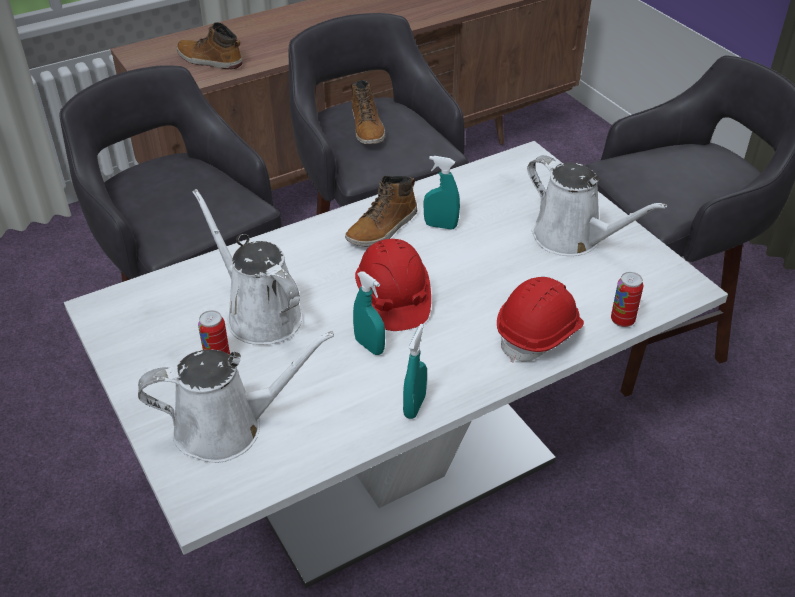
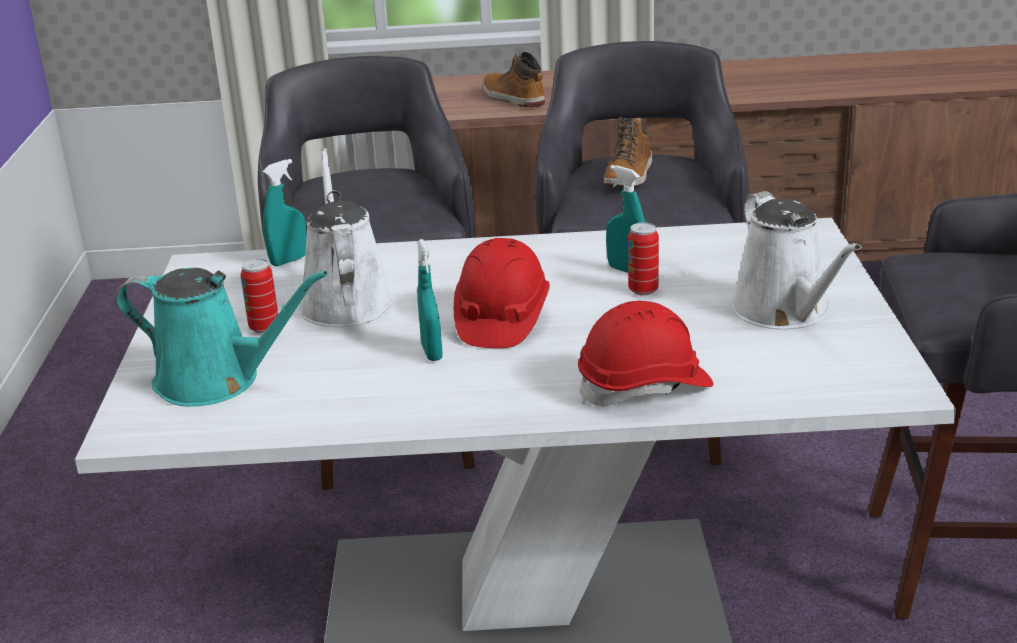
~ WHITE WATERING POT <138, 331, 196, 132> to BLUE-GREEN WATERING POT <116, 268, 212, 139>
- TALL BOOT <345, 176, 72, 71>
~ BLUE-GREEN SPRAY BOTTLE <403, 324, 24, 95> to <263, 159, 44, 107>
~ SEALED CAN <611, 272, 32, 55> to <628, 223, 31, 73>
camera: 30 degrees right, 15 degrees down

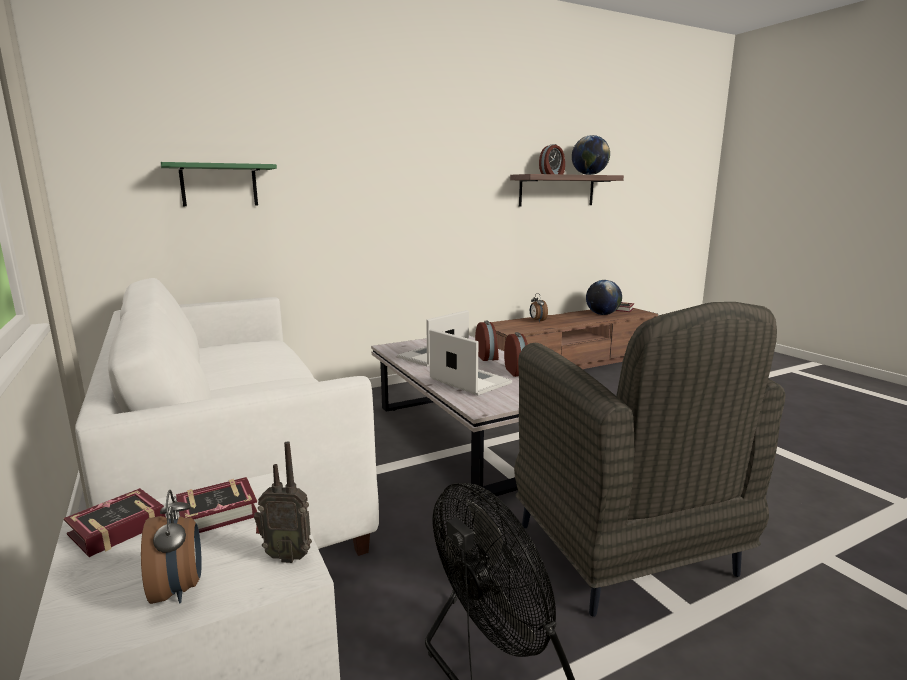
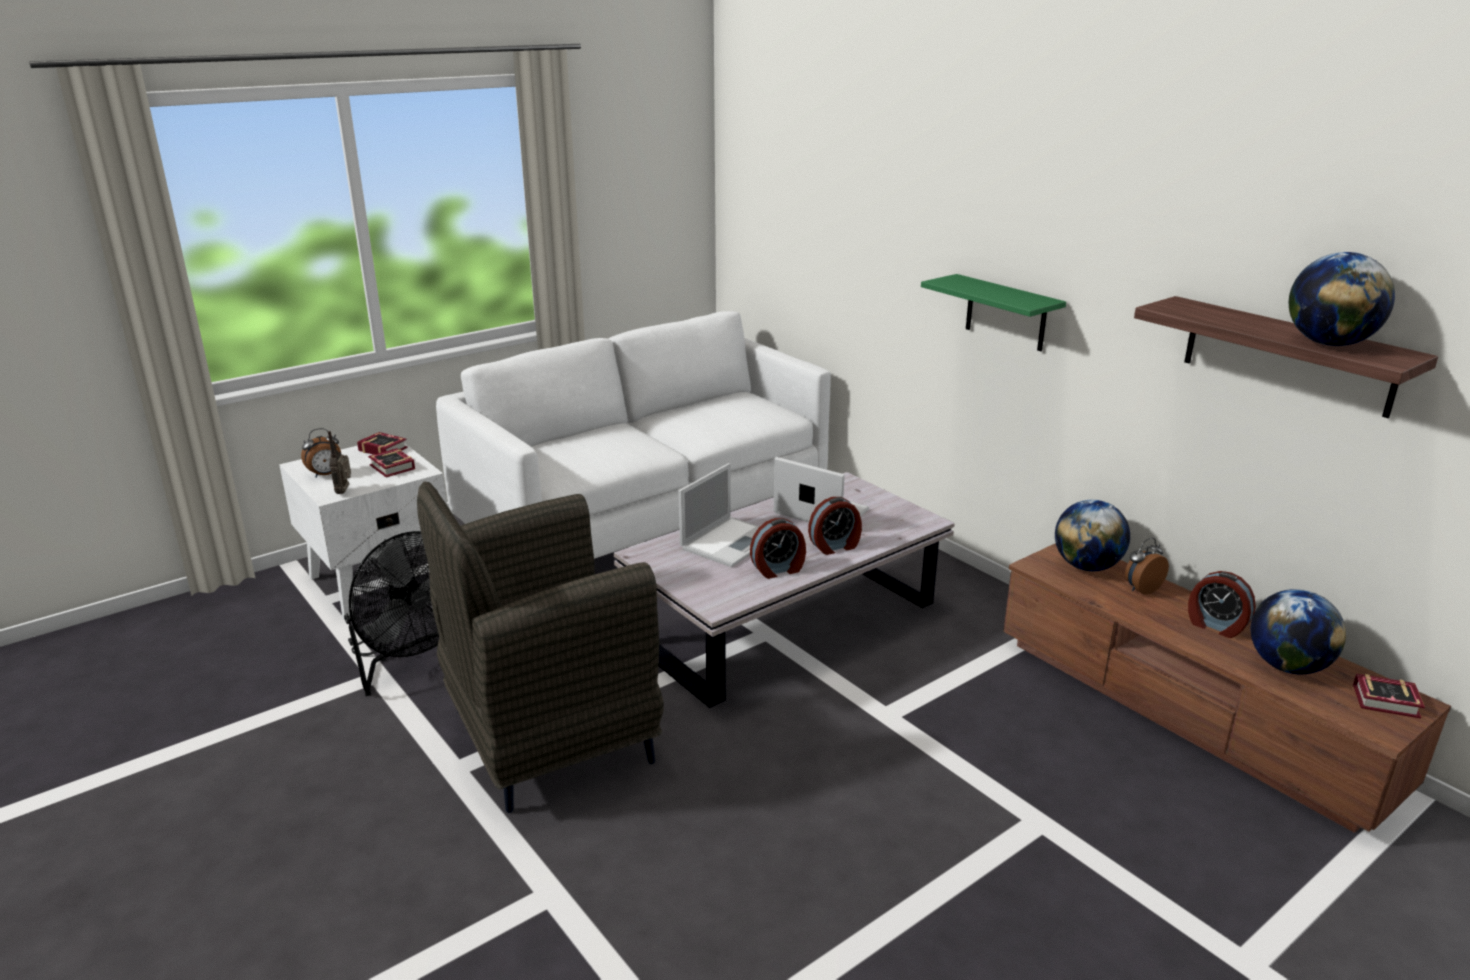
~ GREEN WALL SHELF <160, 162, 117, 44> to <921, 274, 145, 77>
~ TABLE CLOCK <539, 144, 26, 30> to <1188, 571, 68, 67>
+ GLOBE <1055, 500, 75, 71>
camera: 80 degrees right, 10 degrees up

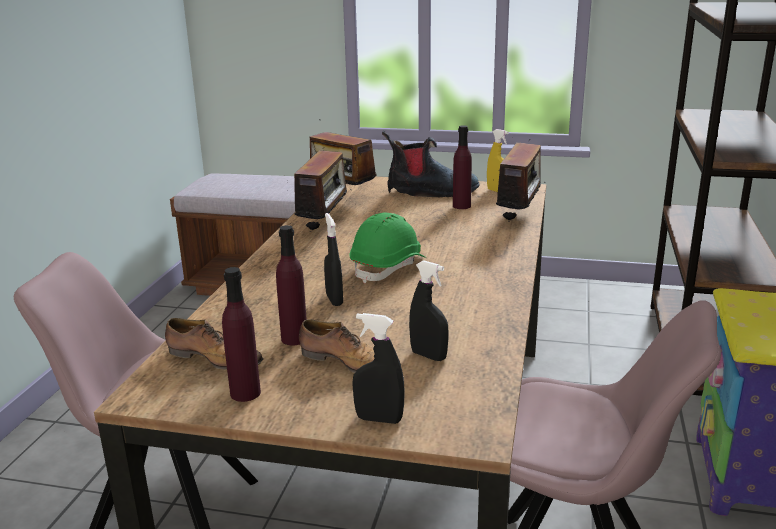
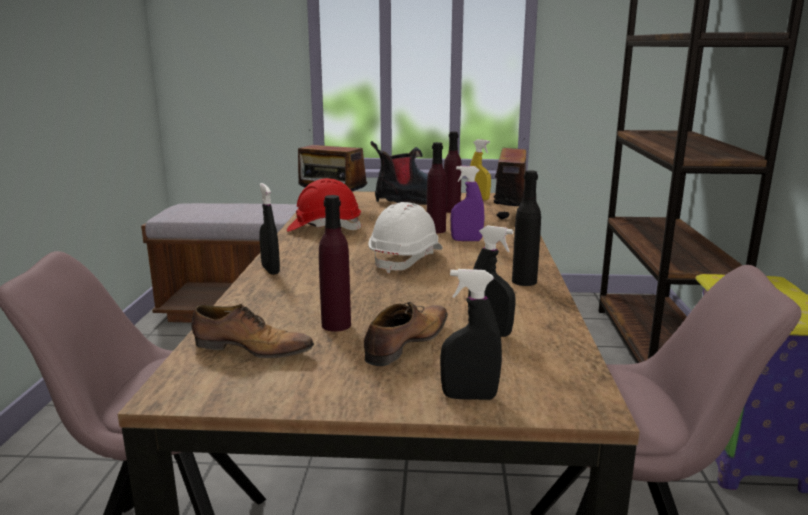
~ PURPLISH BEVERAGE BOTTLE <222, 267, 39, 135> to <427, 142, 20, 91>
~ RADIO <294, 147, 57, 85> to RED HARD HAT <287, 178, 75, 54>
~ SHOE <299, 319, 102, 54> = <364, 302, 84, 64> 75 degrees counterclockwise
~ BLACKISH SPRAY BOTTLE <324, 213, 19, 93> to <259, 183, 21, 92>
~ GREEN HARD HAT <350, 213, 76, 71> to WHITE HARD HAT <368, 202, 75, 72>
+ PURPLISH SPRAY BOTTLE <451, 166, 33, 75>
+ BLACKISH BEVERAGE BOTTLE <512, 170, 29, 116>
camera: 10 degrees left, 5 degrees down

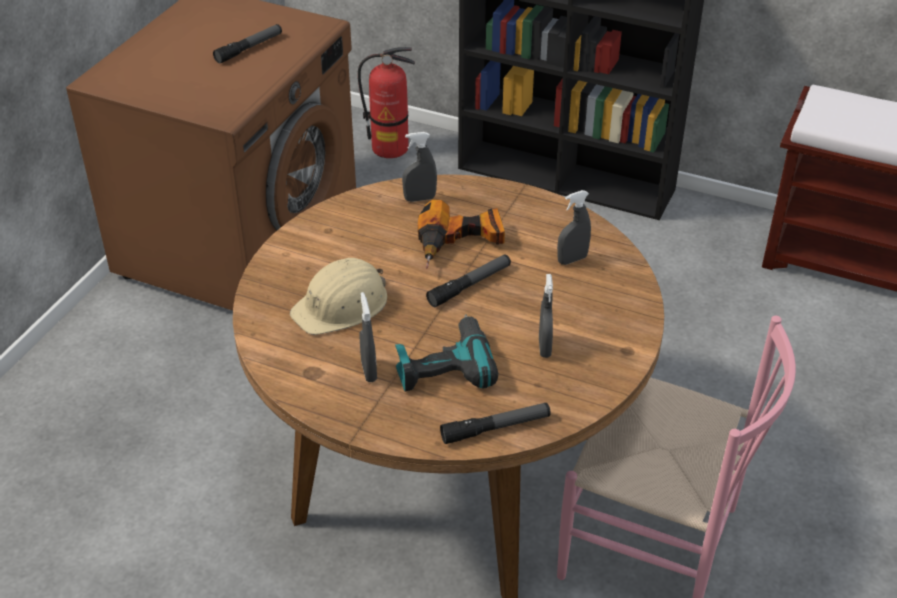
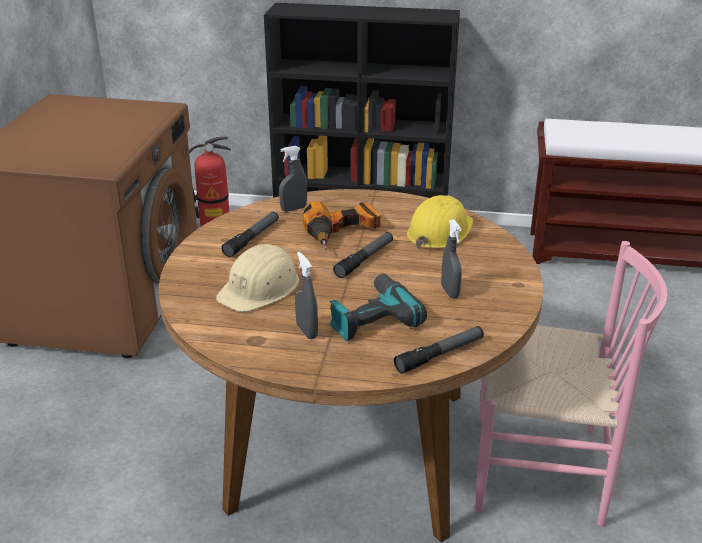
~ FLASHLIGHT <213, 24, 69, 40> to <222, 212, 57, 45>
~ GREY SPRAY BOTTLE <557, 190, 34, 75> to YELLOWISH HARD HAT <407, 195, 67, 54>
camera: 15 degrees left, 10 degrees down

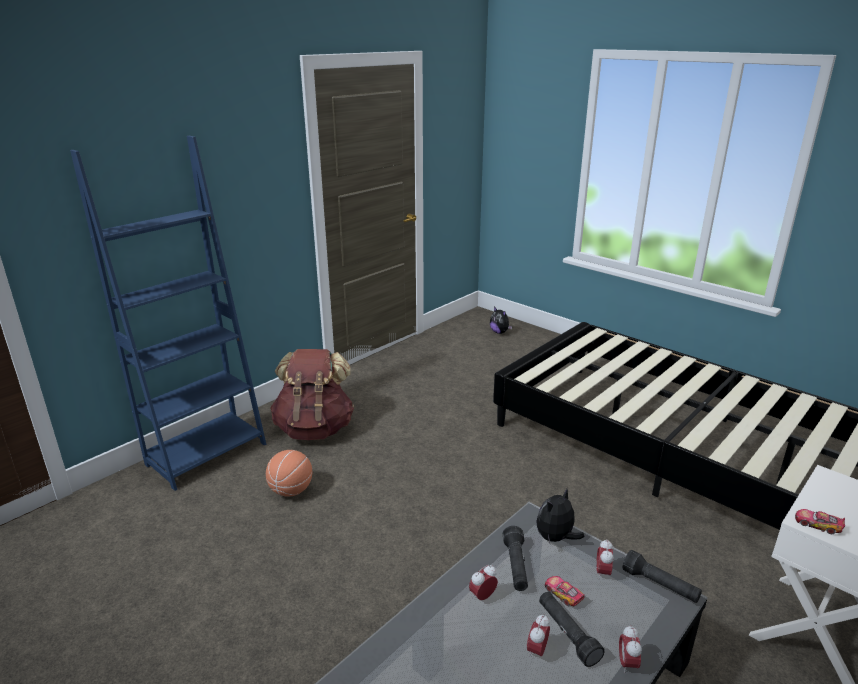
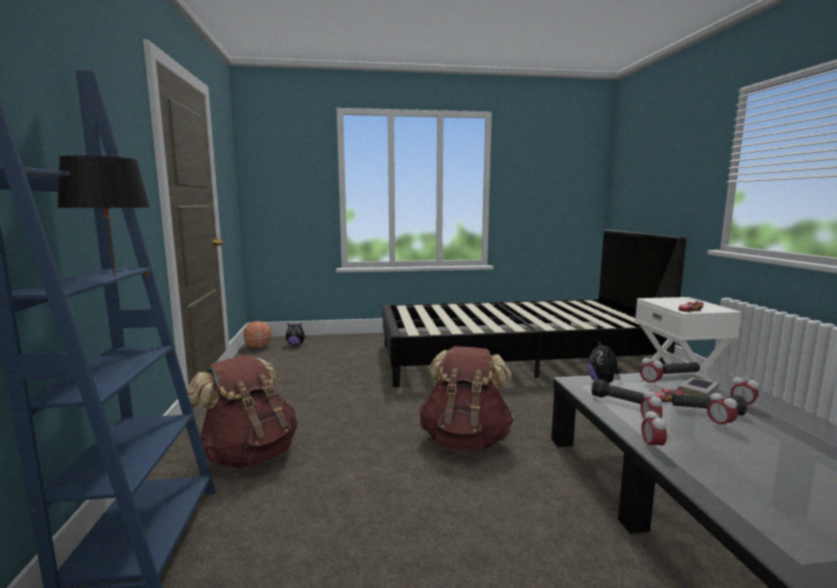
~ BASKETBALL BALL <266, 450, 46, 47> to <244, 321, 28, 27>
+ BLACKISH LAMP FOR A TABLE <57, 155, 93, 122>
+ BROWN-COLOURED RUCKSACK <419, 346, 95, 105>
+ TABLE CLOCK <641, 409, 26, 43>
+ BOOK <678, 377, 41, 20>
camera: 50 degrees left, 15 degrees down

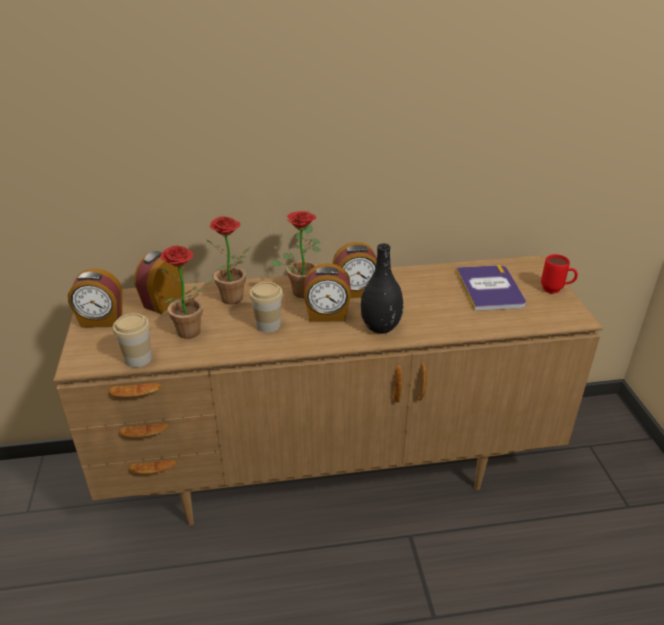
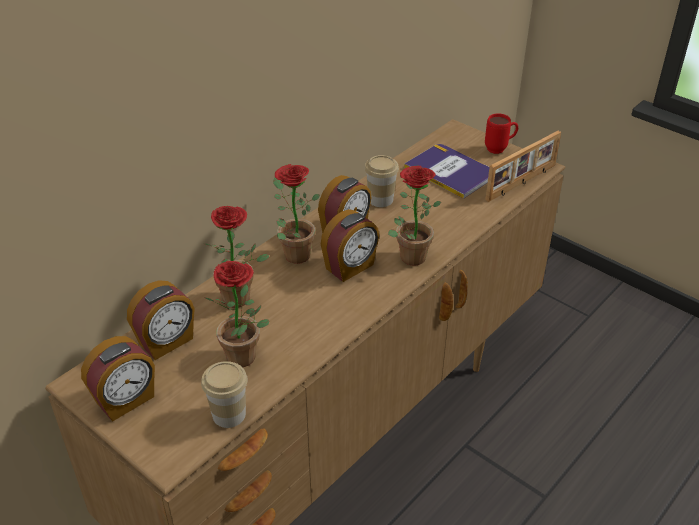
~ TABLE CLOCK <134, 251, 49, 63> = <127, 280, 68, 80> 120 degrees counterclockwise
~ CUP <249, 282, 34, 51> to <365, 155, 34, 52>
~ BLACKISH VASE <361, 243, 42, 91> to HOUSEPLANT <388, 166, 53, 100>
+ PHOTO FRAME <485, 131, 76, 71>
camera: 40 degrees left, 5 degrees up

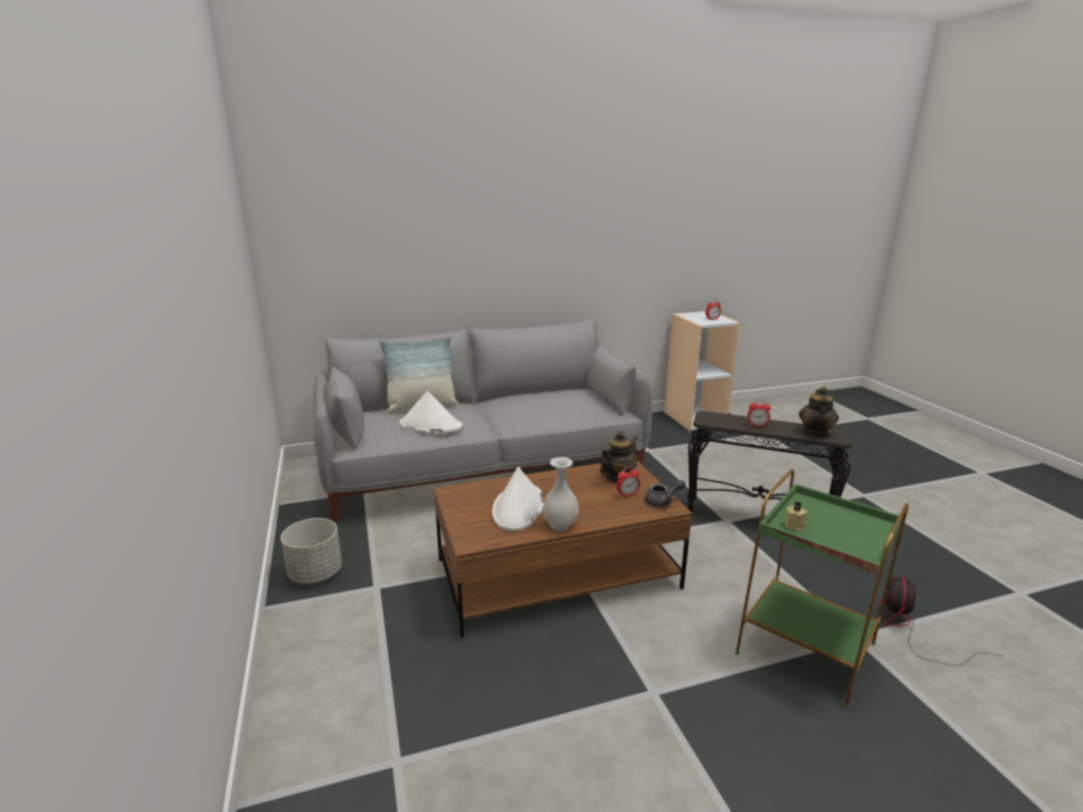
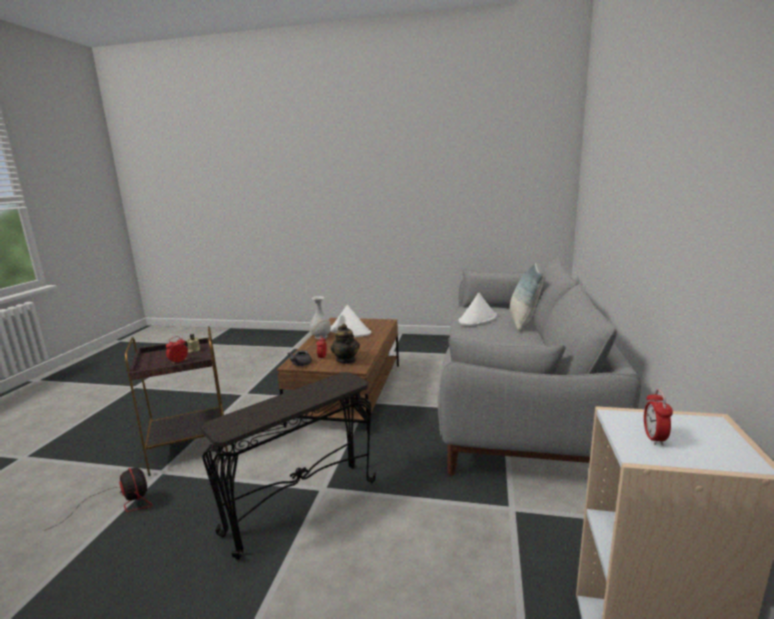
- GREY FLOWER POT <281, 518, 61, 66>
~ GREEN ACCENT TABLE <735, 469, 174, 240> to BROWN-COLOURED ACCENT TABLE <125, 326, 103, 150>
~ TABLE CLOCK <747, 399, 24, 28> to <166, 336, 22, 28>
- POT FOR TEA <799, 387, 40, 51>
camera: 120 degrees right, 5 degrees down

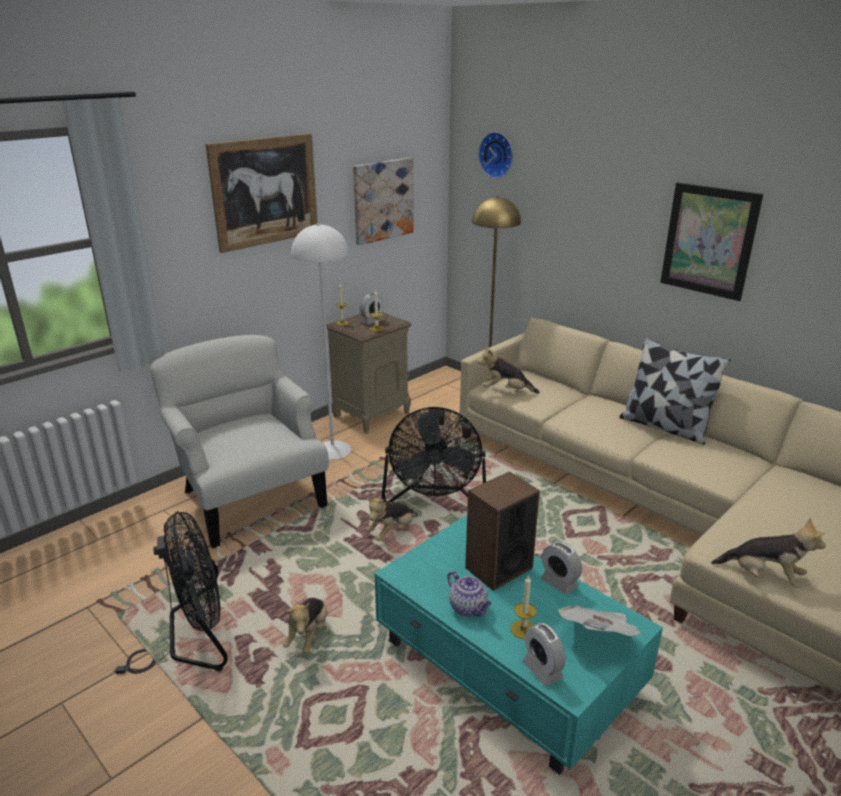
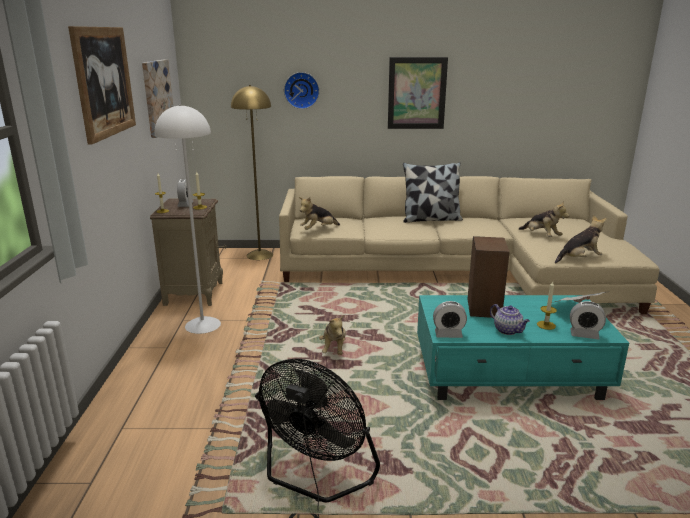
- WHITE EASY CHAIR <150, 335, 179, 213>
~ PLUSH TOY <283, 598, 45, 55> to <519, 201, 50, 36>
- BLACKISH COOLING FAN <382, 407, 104, 95>
~ POT FOR TEA <447, 571, 44, 46> = <490, 304, 40, 31> 45 degrees clockwise
~ HANGING CLOCK <478, 132, 35, 46> to <284, 72, 36, 37>
~ TABLE CLOCK <541, 542, 41, 52> to <433, 301, 34, 37>
camera: 45 degrees left, 5 degrees down

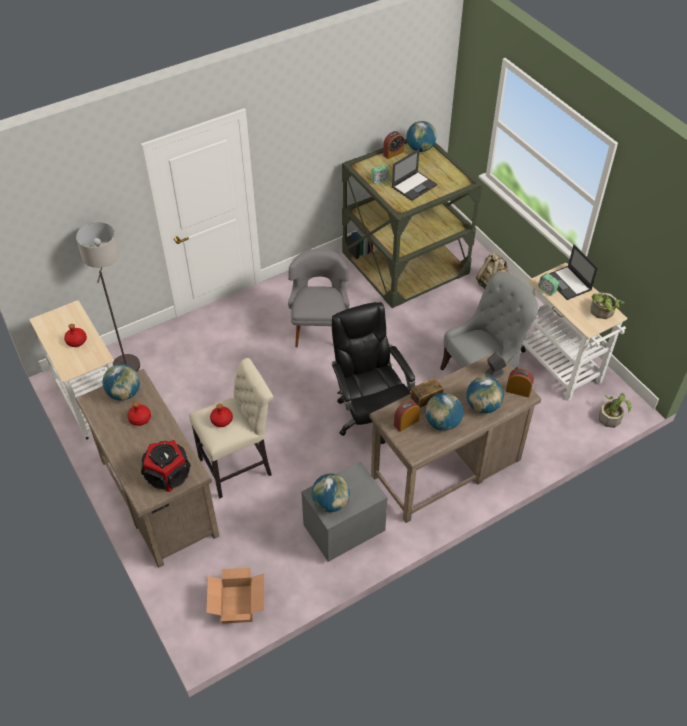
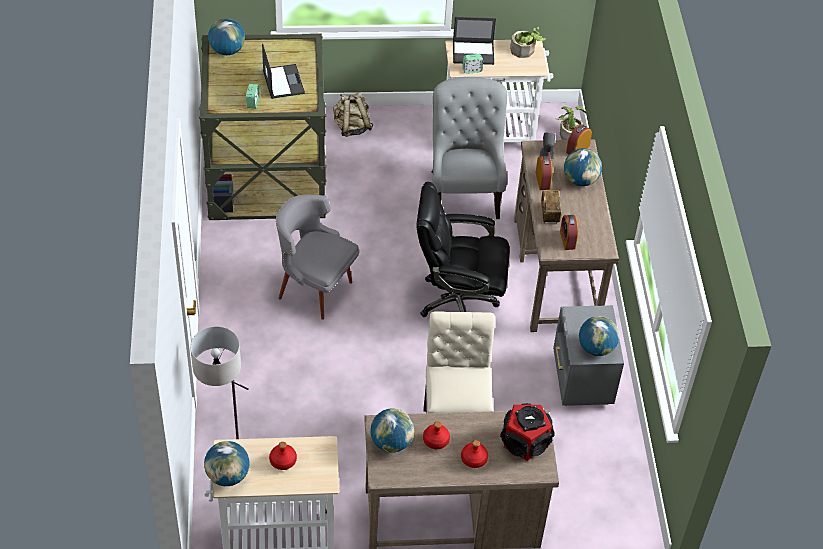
- CARDBOARD BOX <206, 568, 58, 56>
~ RED BEVERAGE BOTTLE <210, 404, 23, 23> to <461, 440, 27, 28>
~ TABLE CLOCK <383, 131, 21, 28> to <536, 156, 16, 34>
~ GLOBE <425, 393, 38, 38> to <204, 441, 45, 45>
camera: 65 degrees left, 0 degrees up

